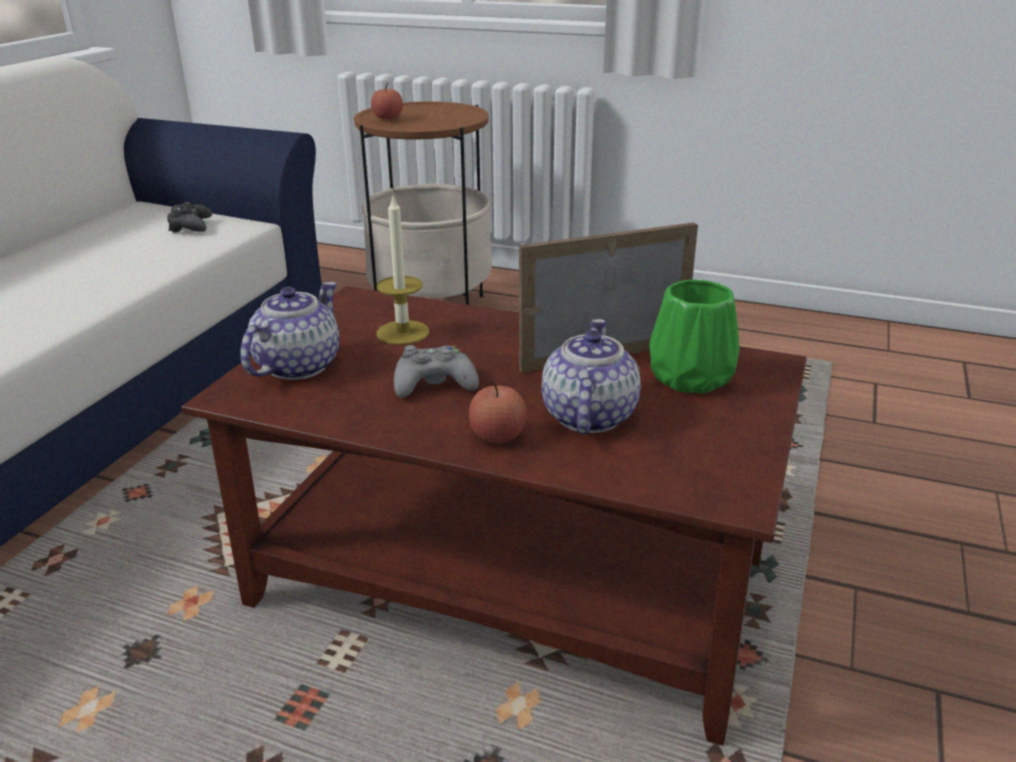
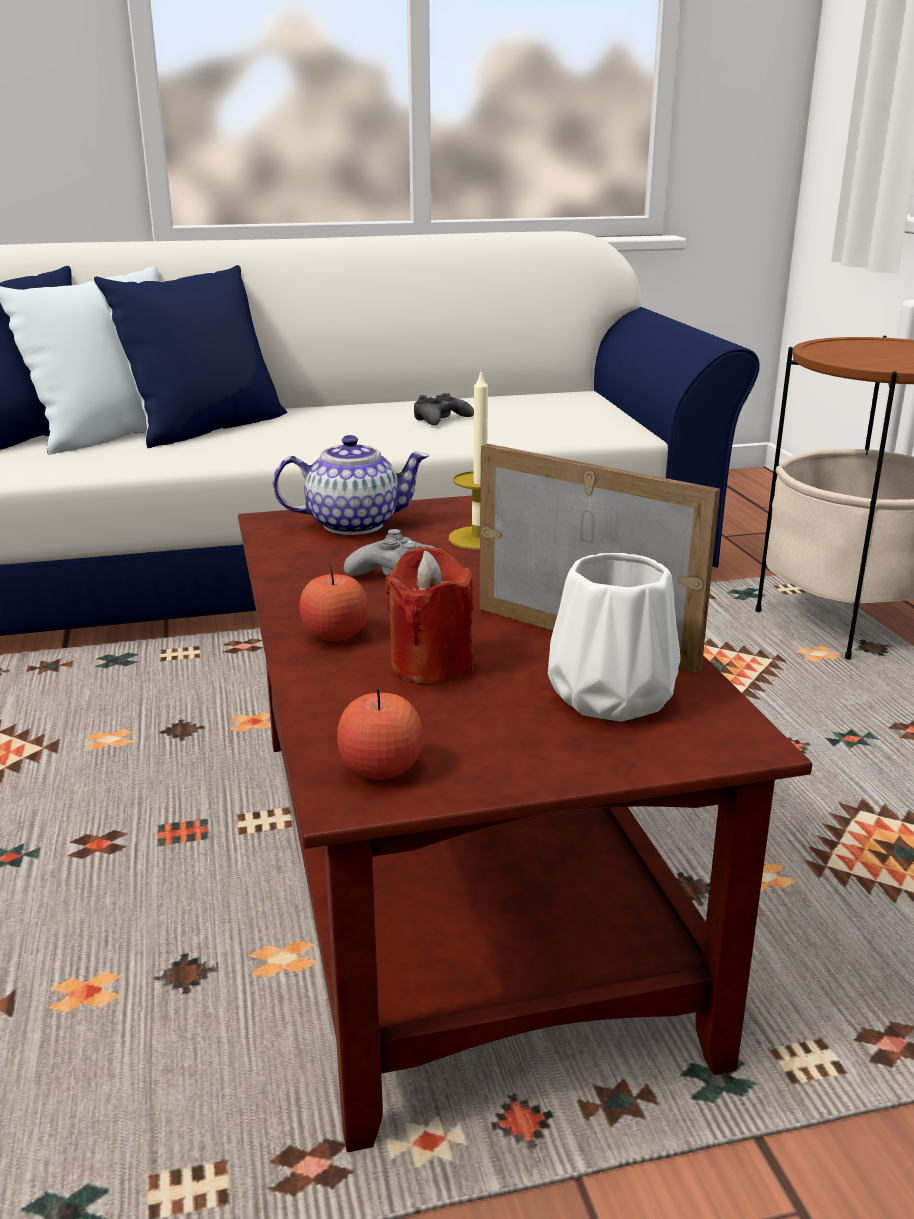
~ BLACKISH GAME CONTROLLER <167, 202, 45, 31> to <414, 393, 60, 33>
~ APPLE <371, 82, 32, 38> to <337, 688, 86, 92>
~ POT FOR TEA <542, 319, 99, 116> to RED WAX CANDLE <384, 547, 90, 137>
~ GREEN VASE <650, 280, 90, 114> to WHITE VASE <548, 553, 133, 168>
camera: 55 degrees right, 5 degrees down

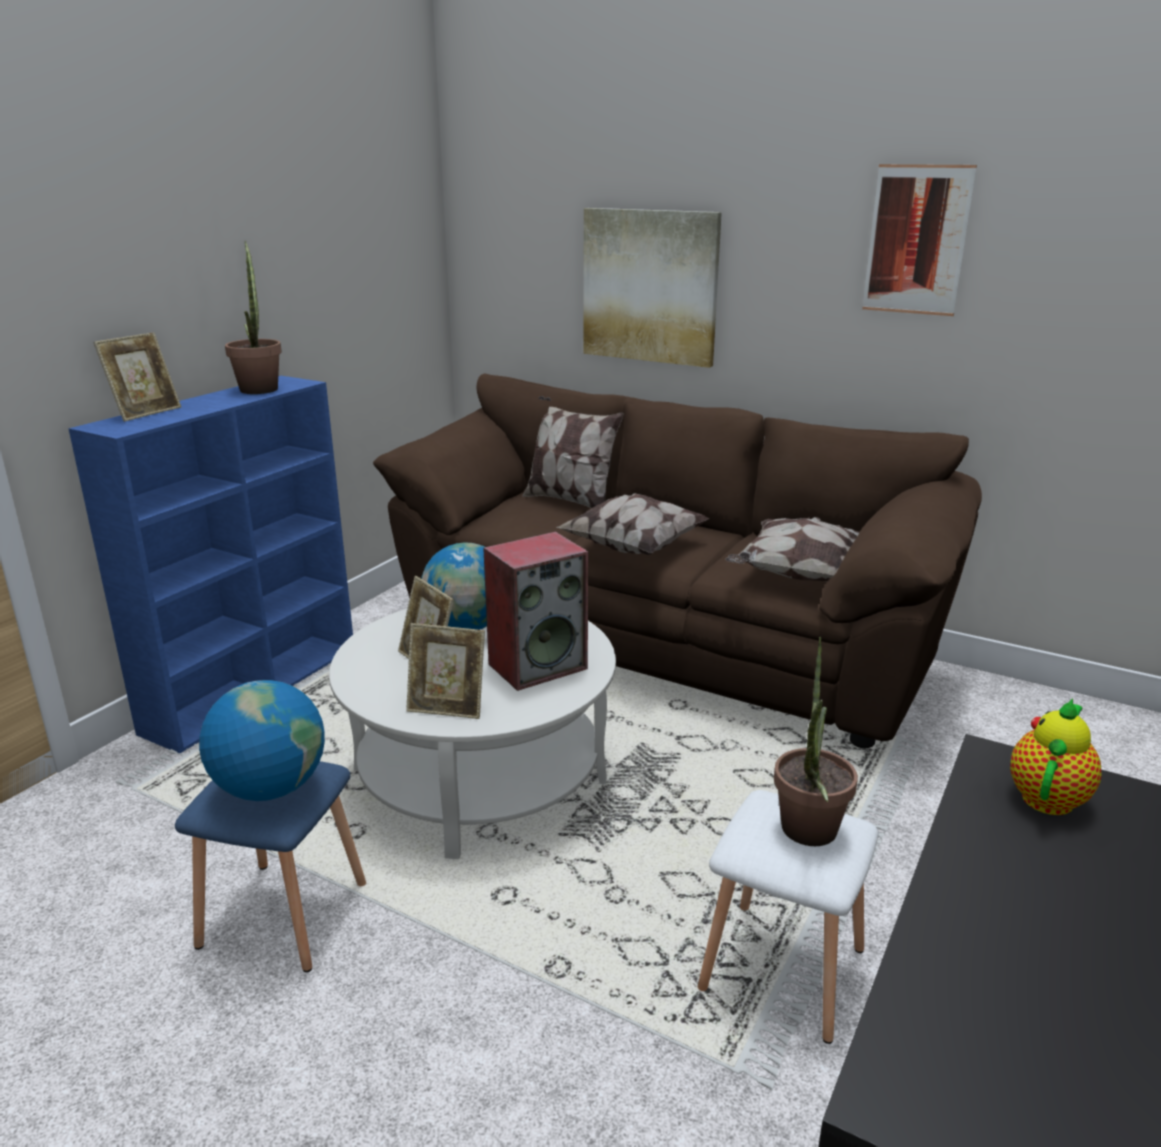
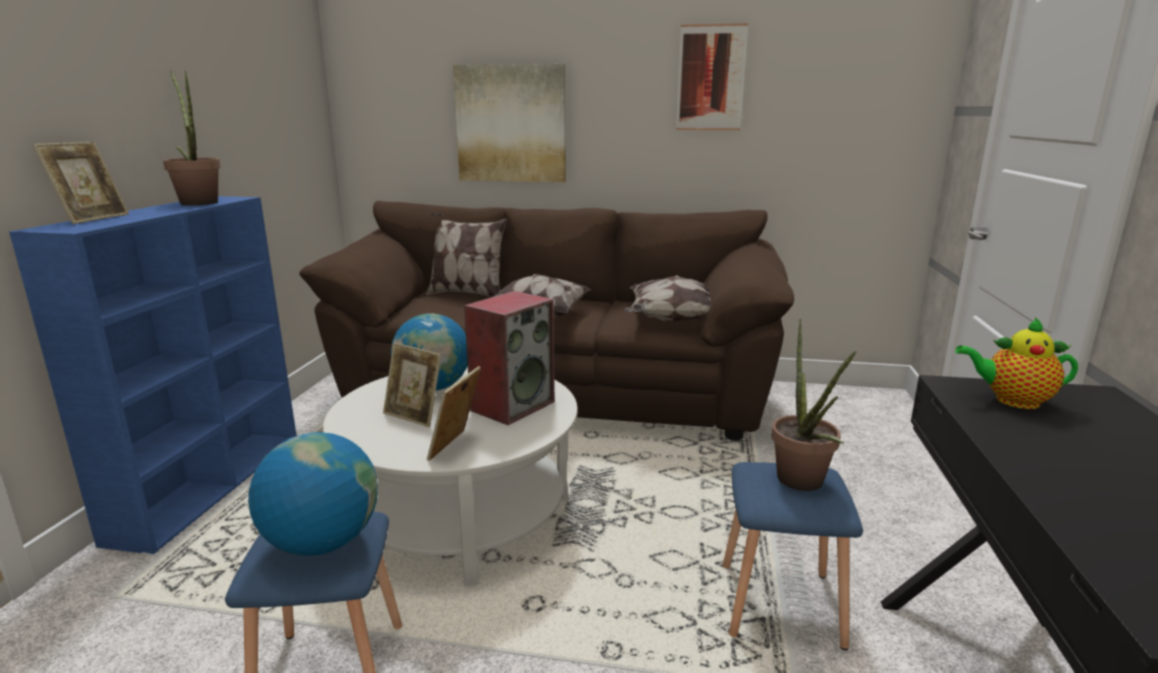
~ PHOTO FRAME <406, 623, 79, 96> = <427, 366, 54, 95> 120 degrees clockwise
~ WHITE STOOL <698, 790, 181, 254> to BLUE-COLOURED STOOL <723, 462, 140, 188>
~ POT FOR TEA <1010, 698, 92, 117> = <955, 317, 123, 92> 90 degrees counterclockwise
camera: 20 degrees left, 5 degrees down

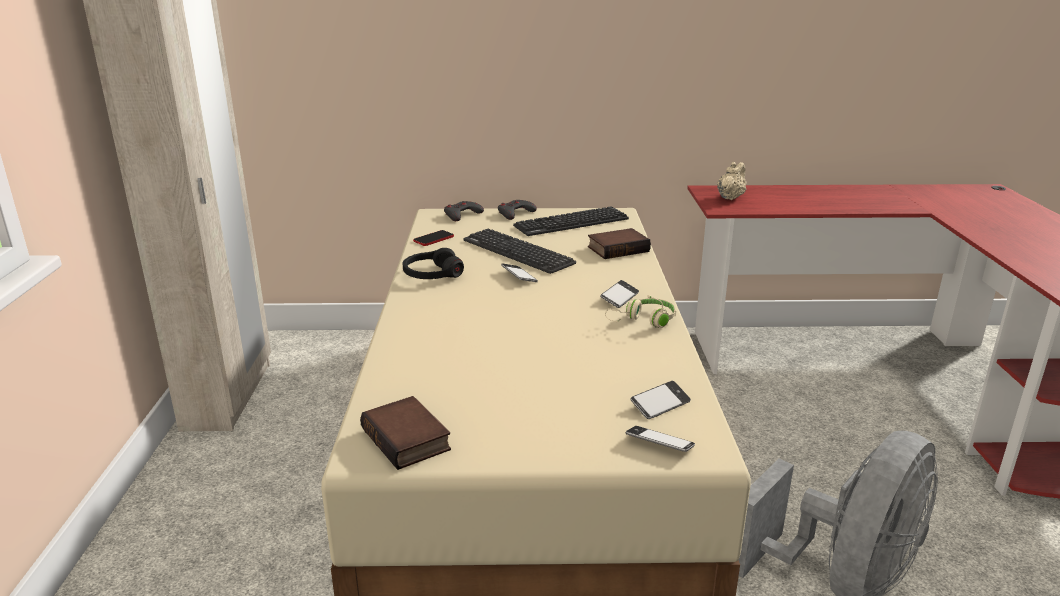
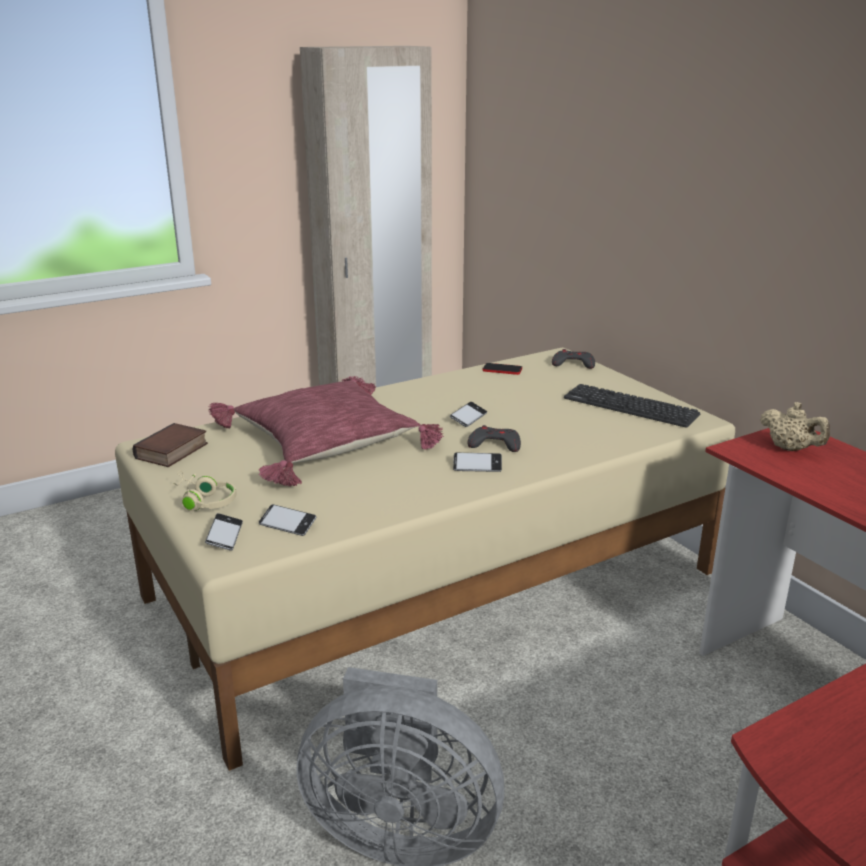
- BLACKISH HEADPHONES <403, 248, 61, 31>
- PC KEYBOARD <463, 229, 113, 45>
~ GREY GAME CONTROLLER <498, 200, 39, 20> to <468, 425, 53, 27>
- BOOK <588, 228, 63, 31>
~ BEIGE-COLOURED HEADPHONES <605, 295, 72, 33> to <174, 470, 63, 41>
~ BEIGE-COLOURED POT FOR TEA <717, 162, 30, 38> = <760, 402, 70, 49> 45 degrees clockwise
+ RED CUSHION <209, 376, 235, 110>
camera: 60 degrees right, 0 degrees up

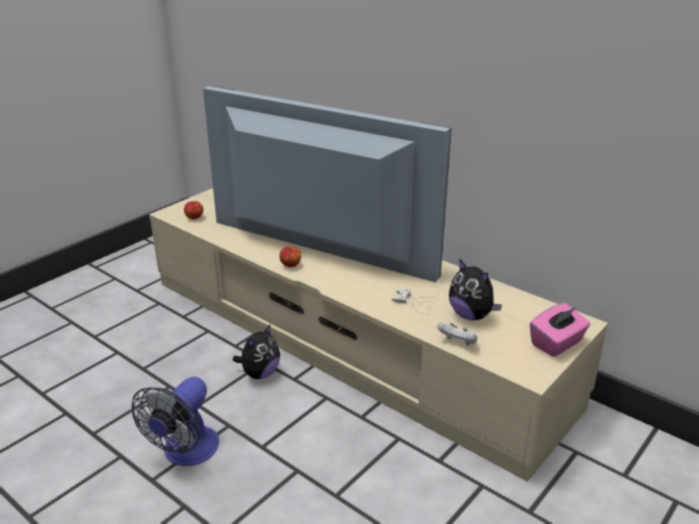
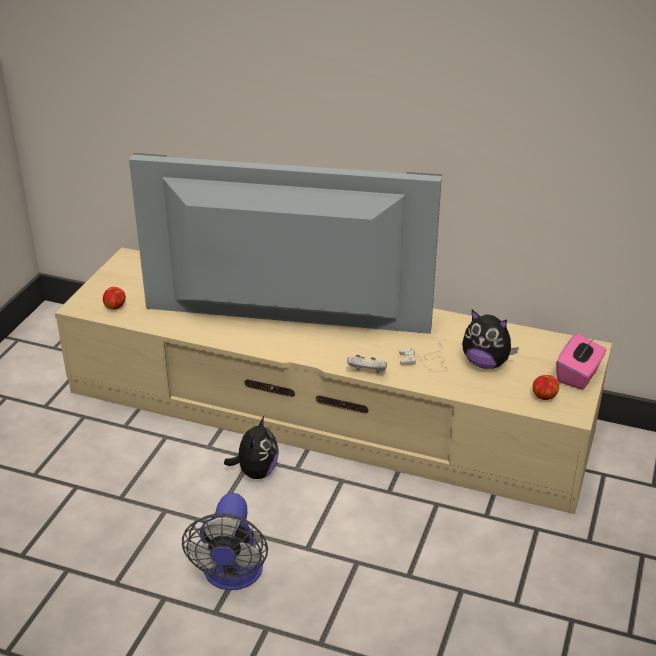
~ APPLE <279, 246, 22, 21> to <533, 375, 26, 25>
~ WHITE GAME CONTROLLER <437, 323, 41, 23> to <347, 355, 40, 19>
camera: 20 degrees left, 5 degrees up

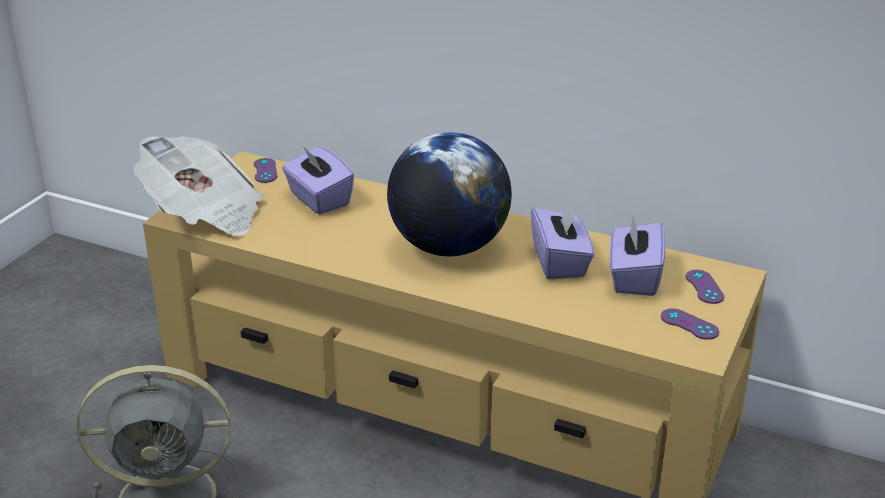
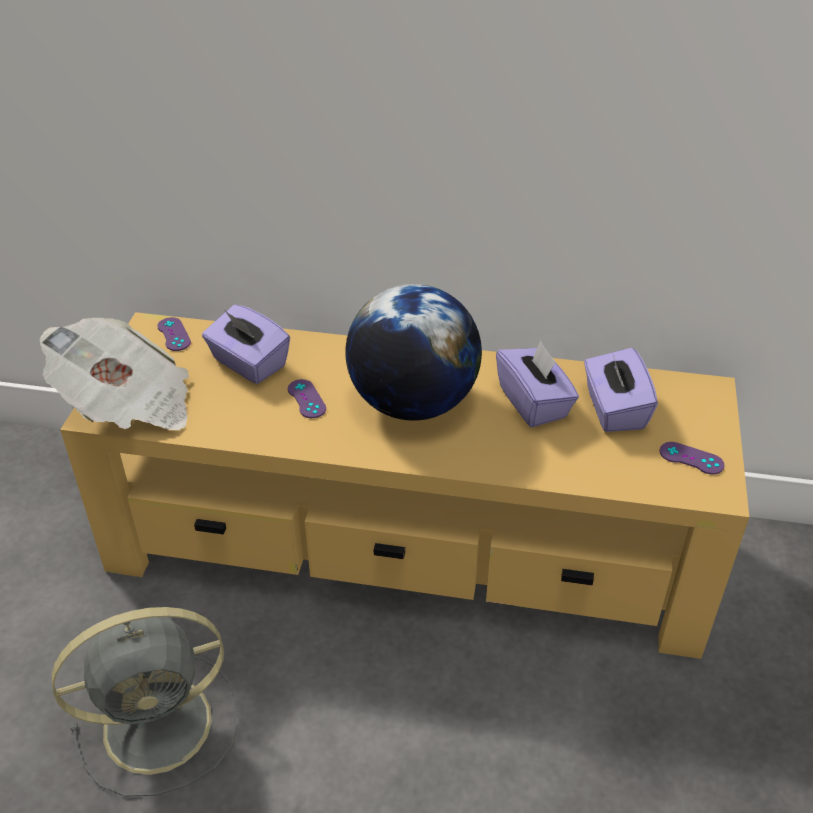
~ PURPLISH GAME CONTROLLER <685, 270, 39, 34> to <288, 379, 38, 39>
camera: 15 degrees left, 10 degrees up

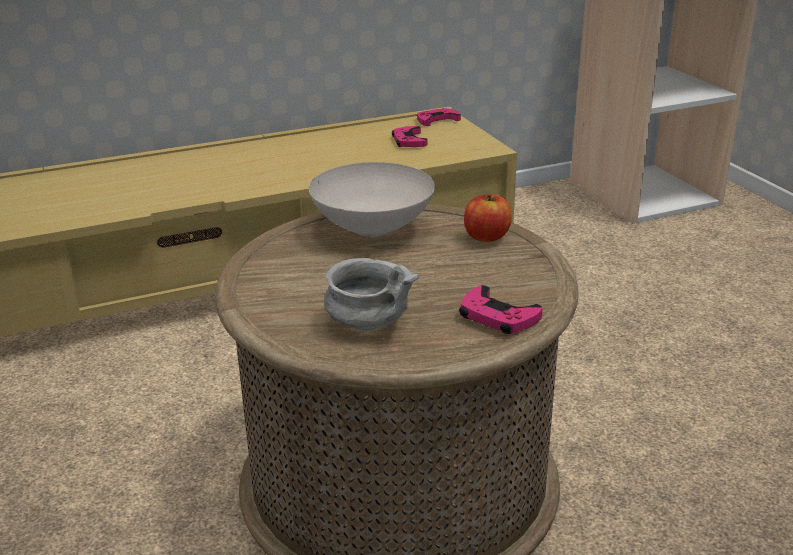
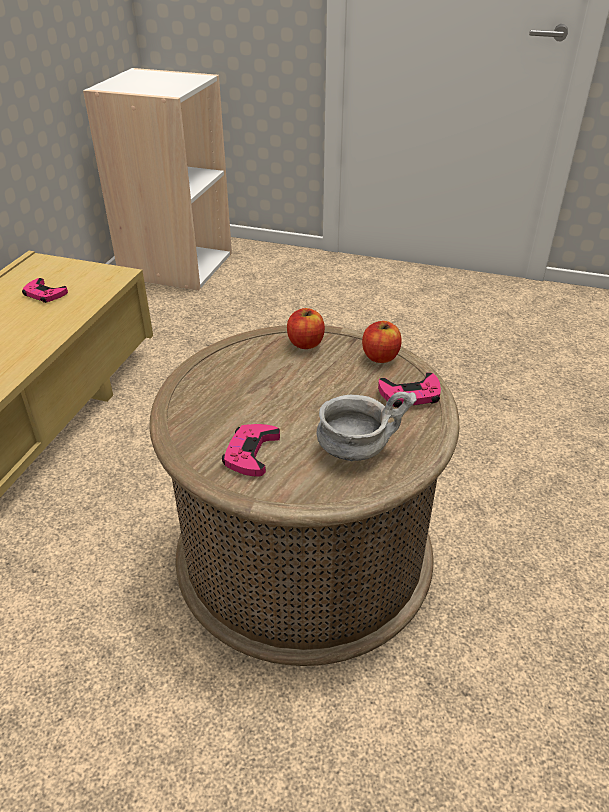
- WHITE DEEP DISH <309, 162, 126, 75>
~ PINK-COLOURED GAME CONTROLLER <417, 108, 44, 18> to <222, 424, 58, 53>
+ APPLE <362, 321, 40, 42>
camera: 50 degrees left, 10 degrees up

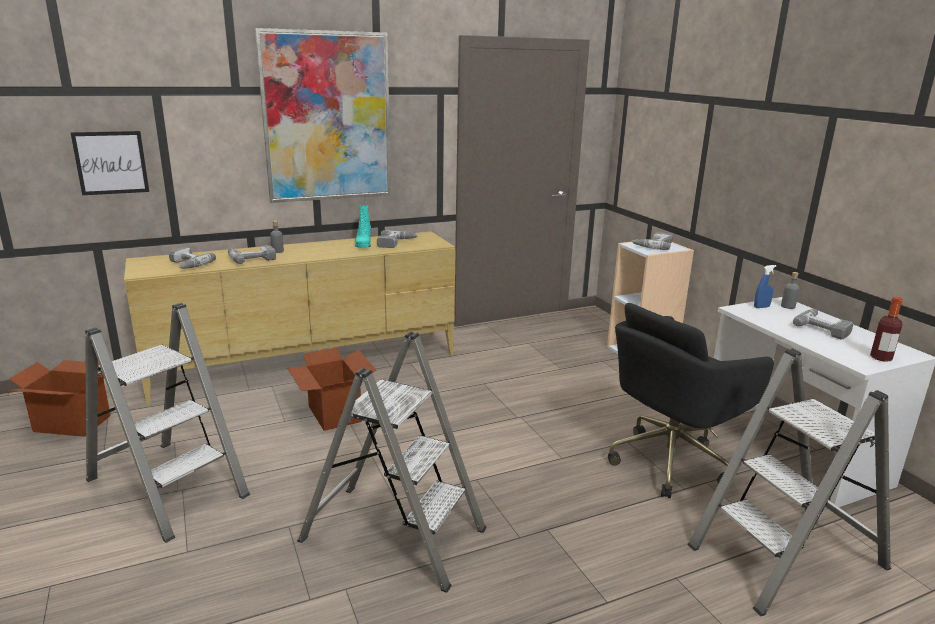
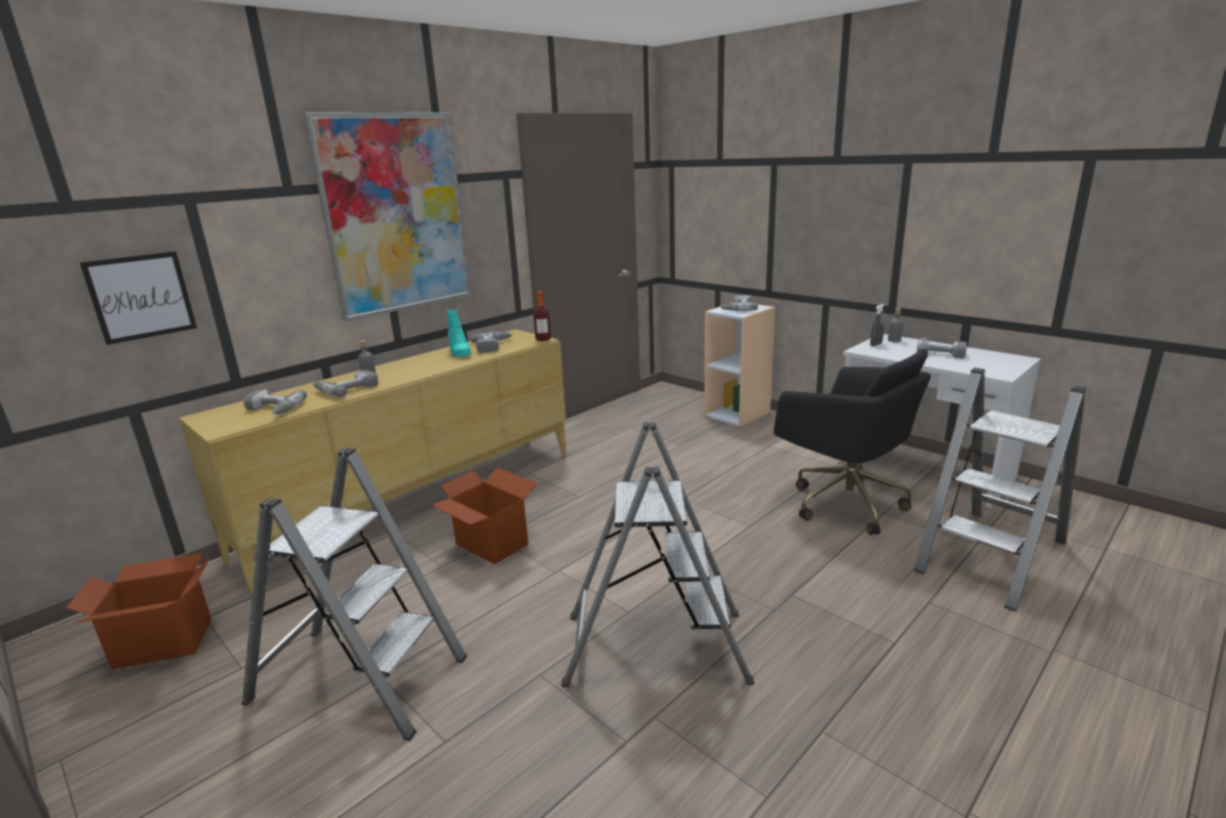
~ BLACKISH OFFICE CHAIR <608, 303, 166, 195> = <774, 349, 157, 186> 75 degrees counterclockwise
~ BLUE-COLOURED SPRAY BOTTLE <754, 265, 22, 43> to GREY SPRAY BOTTLE <870, 304, 15, 42>
~ BEVERAGE BOTTLE <870, 297, 32, 65> to <533, 292, 18, 49>
camera: 20 degrees left, 0 degrees up

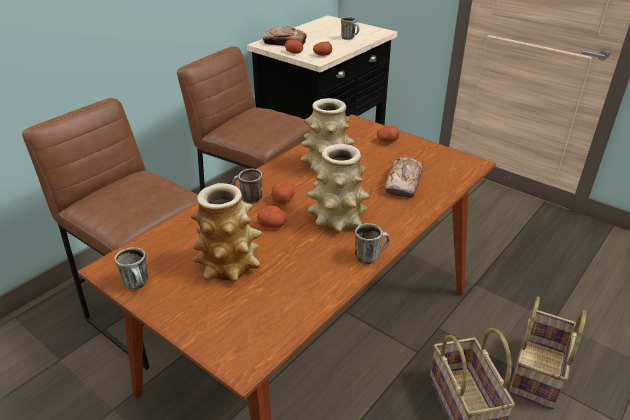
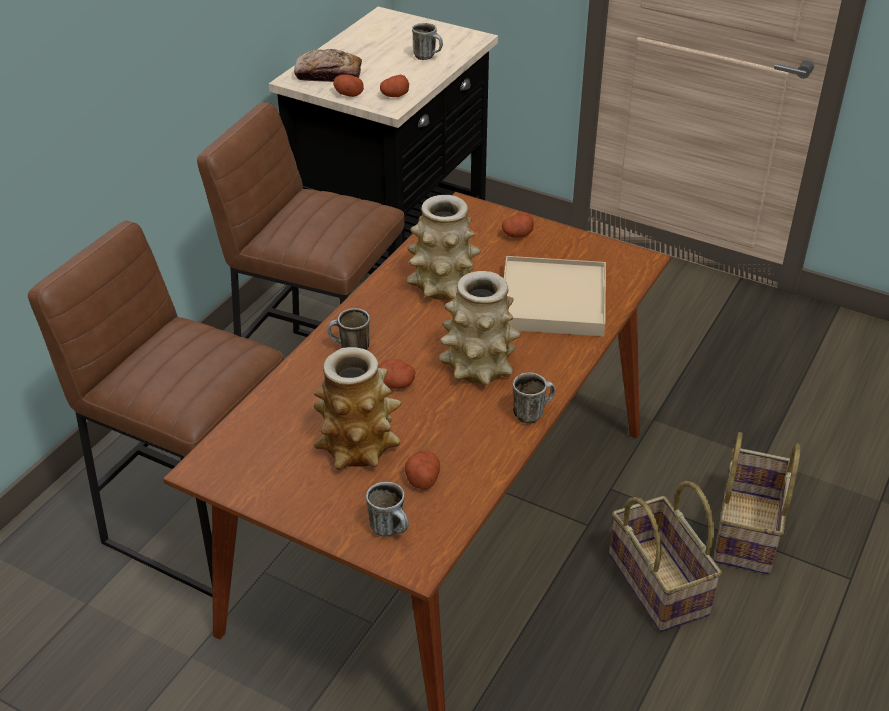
~ MUG <115, 247, 33, 43> to <366, 482, 43, 55>
~ SPUD <271, 181, 24, 24> to <405, 450, 35, 40>
~ BAKED BREAD <385, 157, 38, 42> to BEIGE-COLOURED TRAY <504, 256, 102, 81>
camera: 10 degrees left, 5 degrees up

